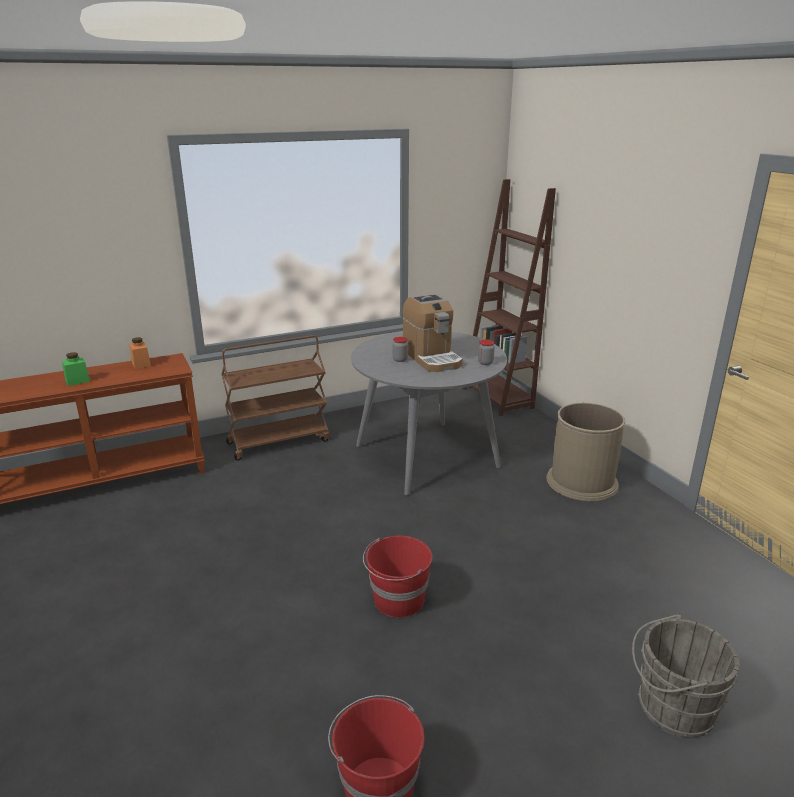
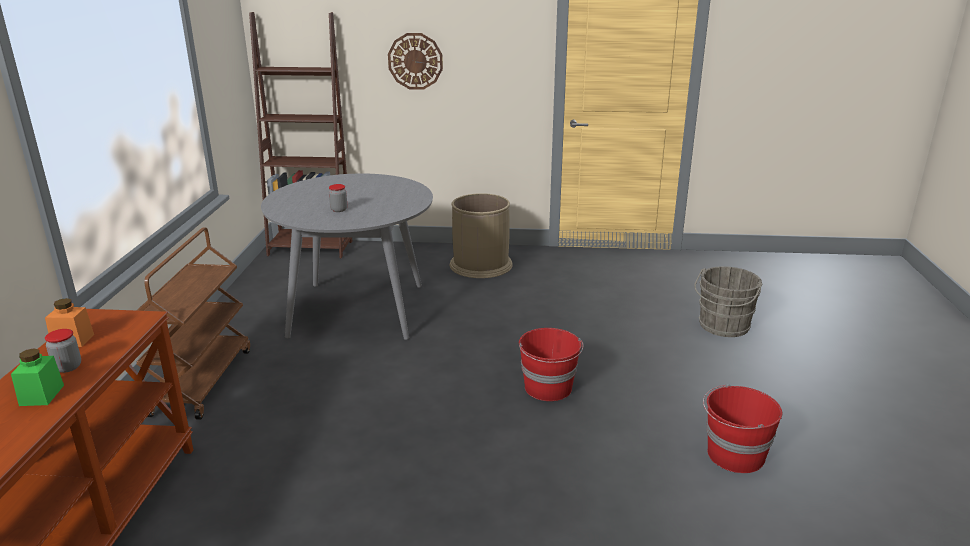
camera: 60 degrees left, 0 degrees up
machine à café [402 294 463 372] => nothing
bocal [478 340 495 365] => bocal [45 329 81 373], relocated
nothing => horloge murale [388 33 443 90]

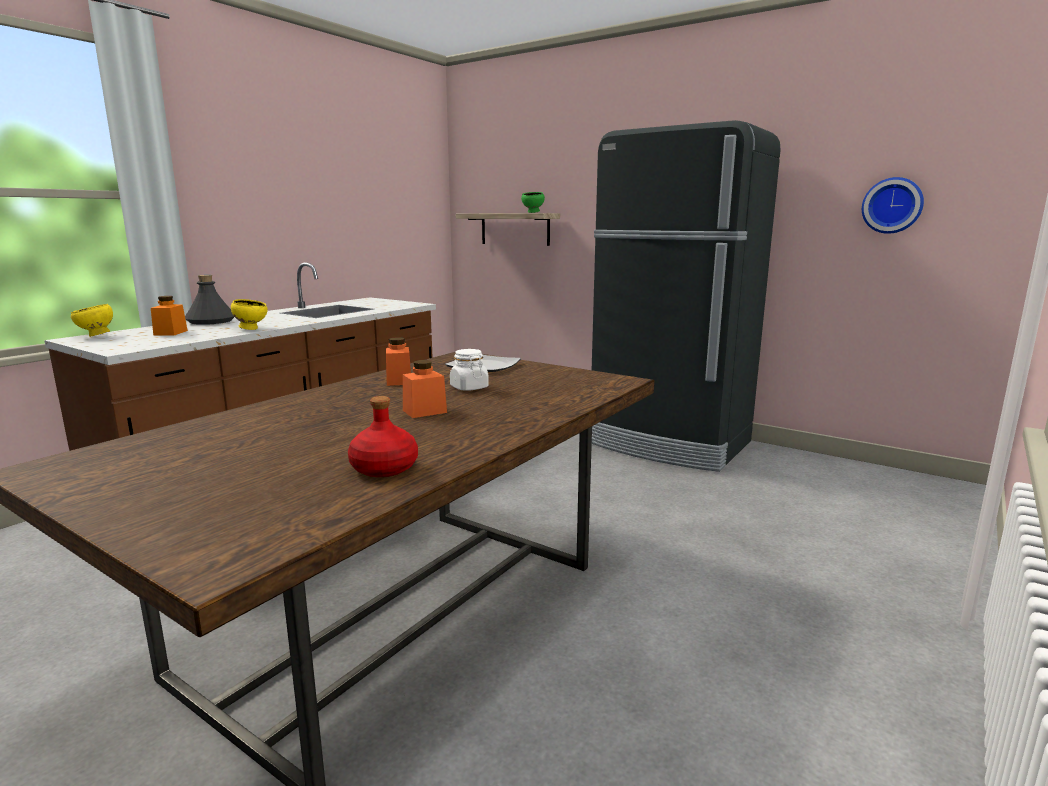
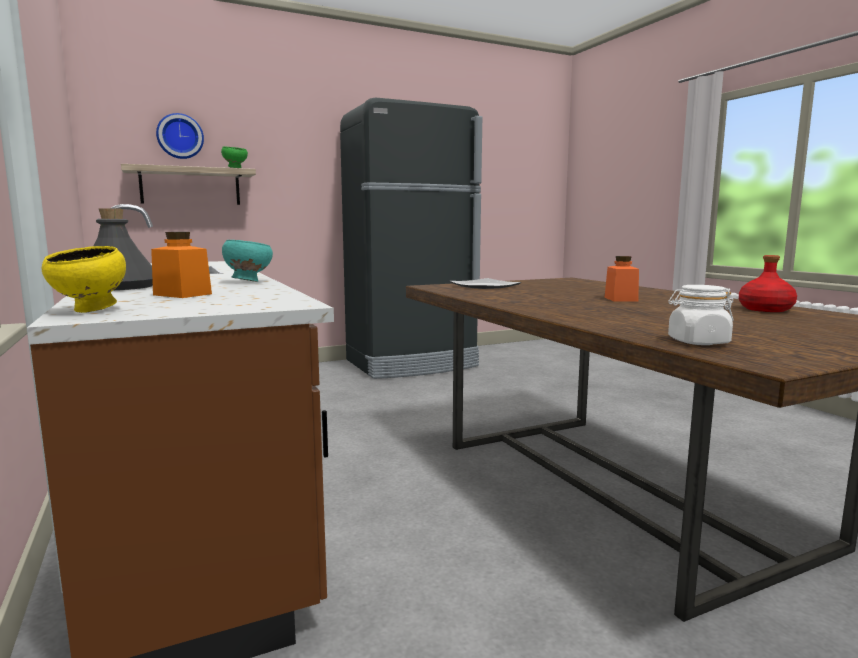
camera: 60 degrees left, 5 degrees down
horloge murale [862 177 924 234] => horloge murale [156 113 204 159], relocated
bol [jaune] [231 299 268 330] => bol [turquoise] [222 240 273 282]
bocal [orange] [386 337 411 386] => nothing
bocal [blanc] [450 349 489 390] => bocal [blanc] [668 285 734 345], relocated

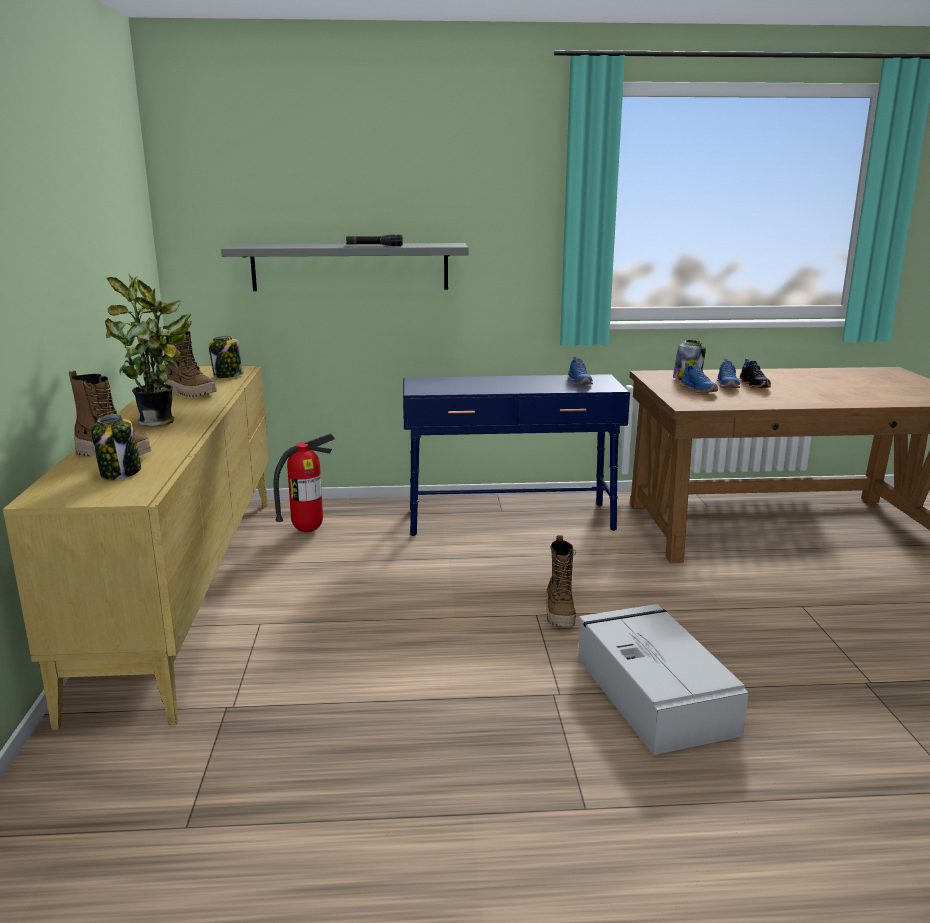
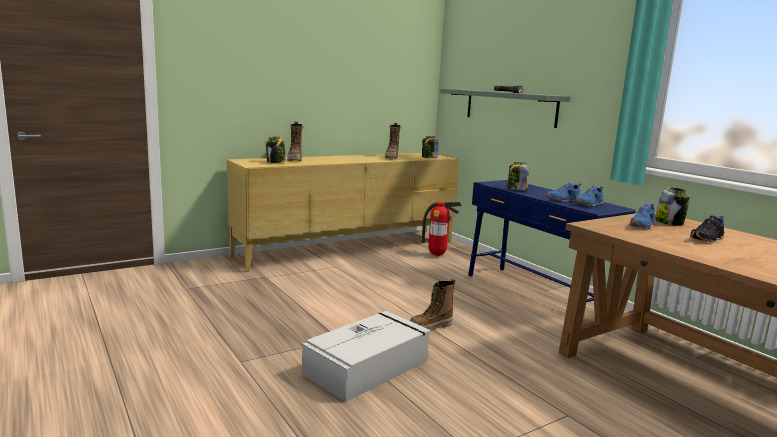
camera: 60 degrees right, 5 degrees down
plante en pot [105 273 192 427] => nothing
chaussure [bleu] [717 359 740 388] => chaussure [bleu] [547 182 581 202], relocated
nothing => bocal [507 162 529 190]

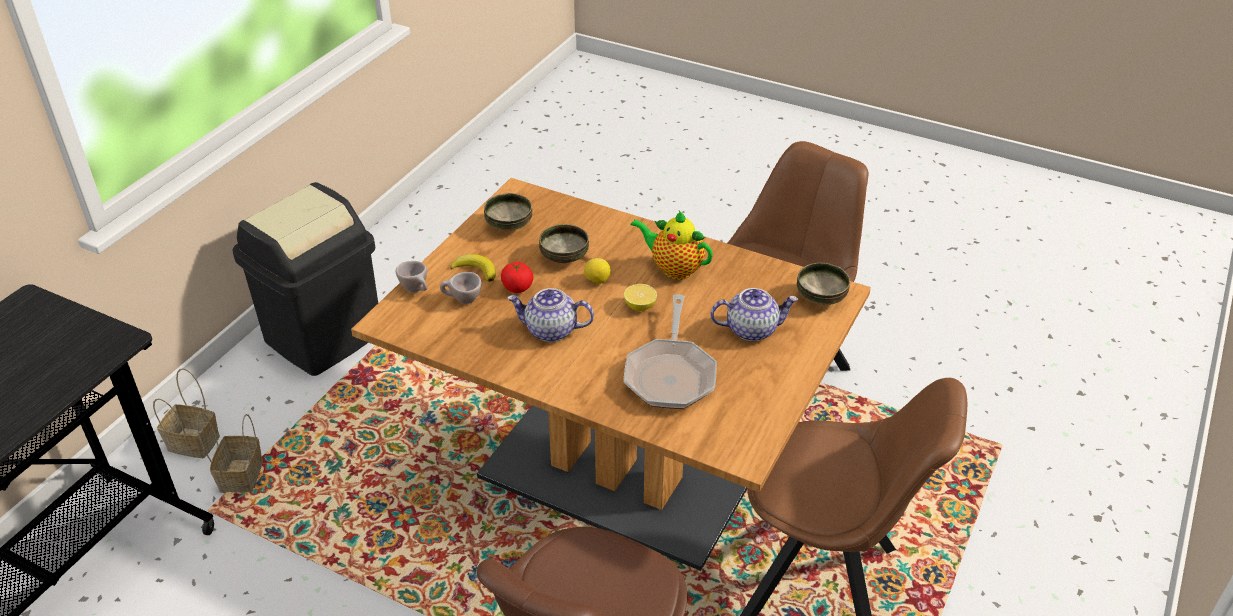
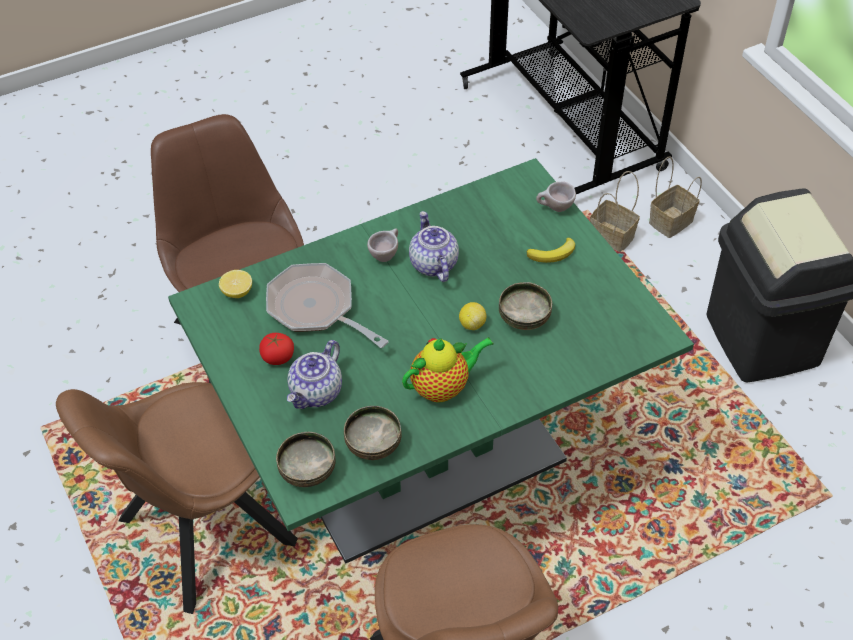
camera: 125 degrees right, 10 degrees up
table à manger [marron] [351 178 871 571] => table à manger [vert] [168 158 694 563]
bol [484 193 532 231] => bol [344 406 402 460], relocated
tomate [501 262 533 293] => tomate [259 333 294 365], relocated
tasse [beige] [440 272 481 304] => tasse [beige] [367 229 398 262], relocated
citron [624 284 657 311] => citron [219 270 252 298], relocated
théière [507 288 594 342] => théière [409 211 459 282], 60 degrees counterclockwise

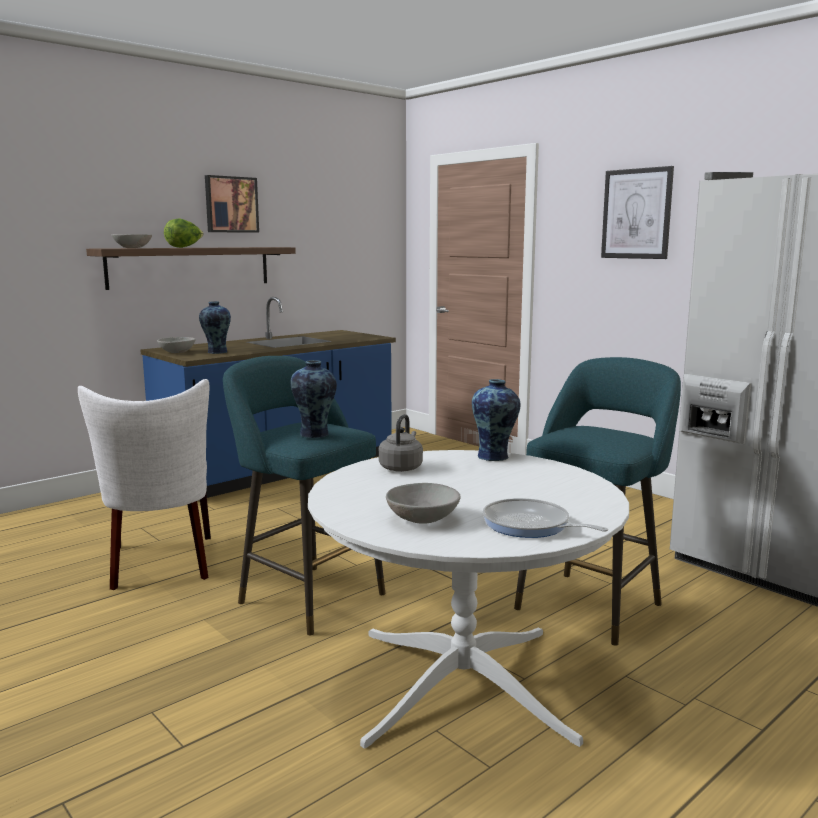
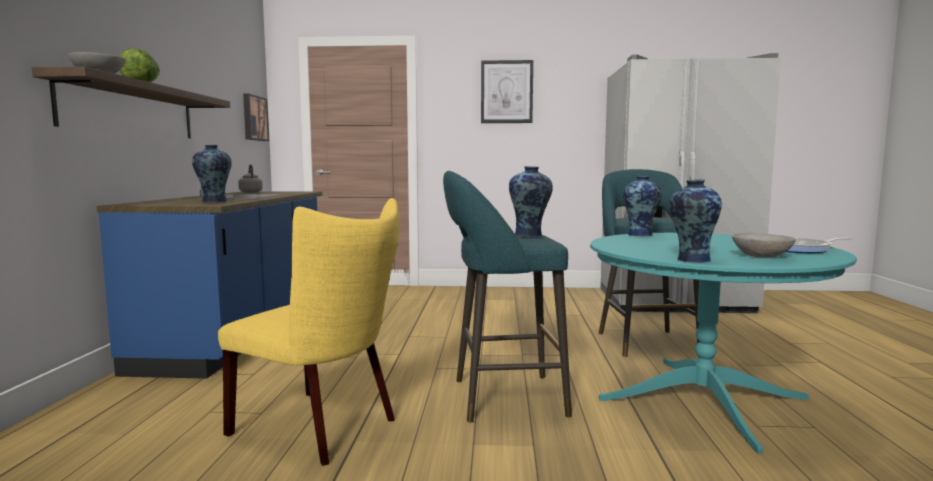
camera: 45 degrees left, 5 degrees down
tableau [205 175 259 233] => tableau [243 94 269 141], relocated
bol [gris] [157 337 196 353] => nothing
chaise [blanc] [78 379 211 590] => chaise [jaune] [218 198 399 466]
bouilloire [gris] [379 414 423 472] => bouilloire [gris] [238 164 263 193], relocated
table à manger [blanc] [308 450 629 749] => table à manger [turquoise] [590 233 857 453]
nothing => vase [669 179 722 263]

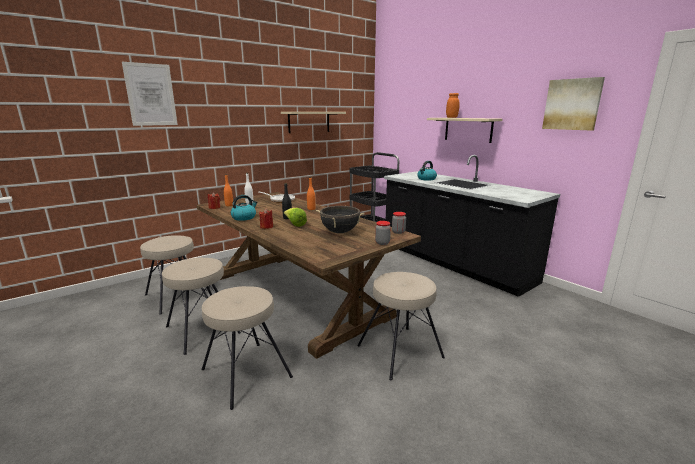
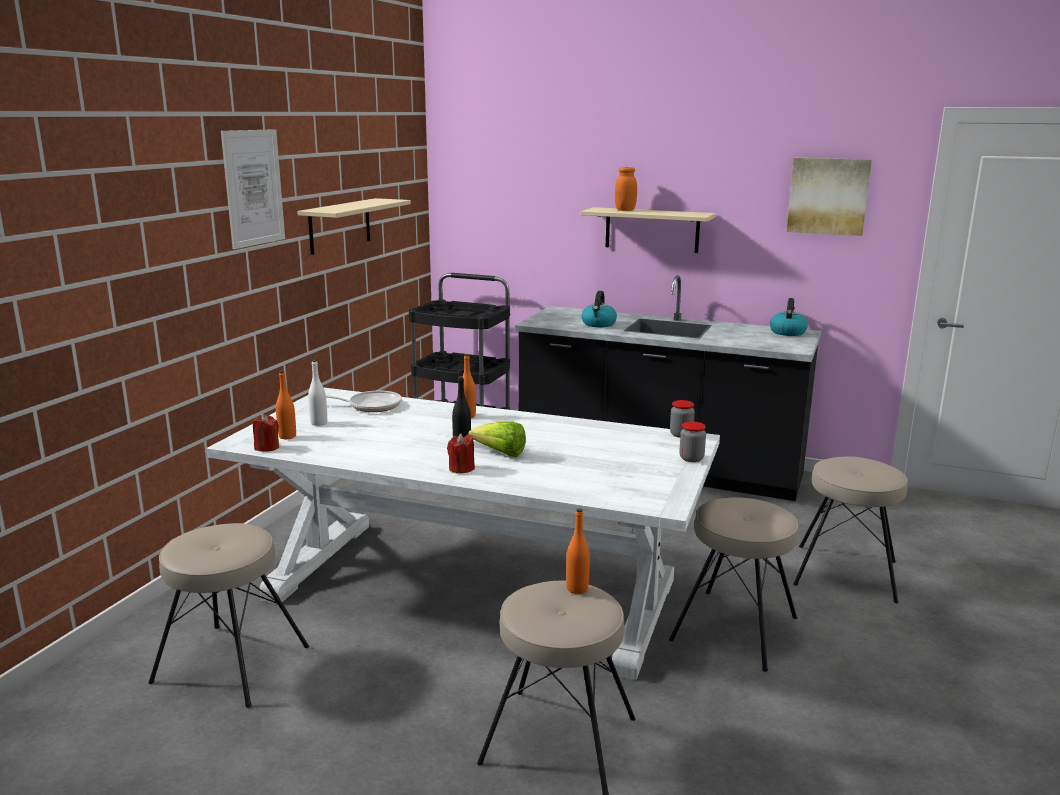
camera: 30 degrees left, 0 degrees up
tableau [122 62 178 126] => tableau [221 129 285 249], relocated
table à manger [marron] [197 192 421 359] => table à manger [blanc] [207 387 720 680]
bouilloire [231 195 258 221] => bouilloire [770 298 808 336], relocated
marmite [noir] [316 206 365 233] => nothing
tabouret [beige] [162 258 241 355] => tabouret [beige] [793 457 908 603], relocated
nothing => bouteille [orange] [566 508 590 594]

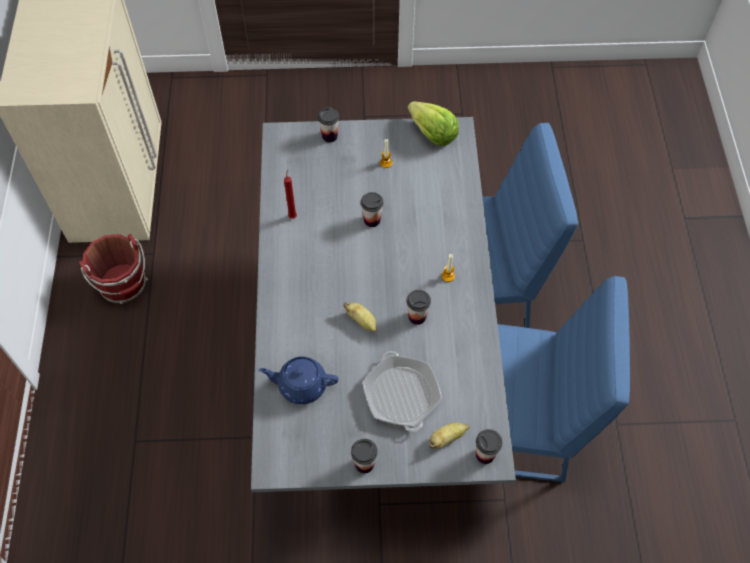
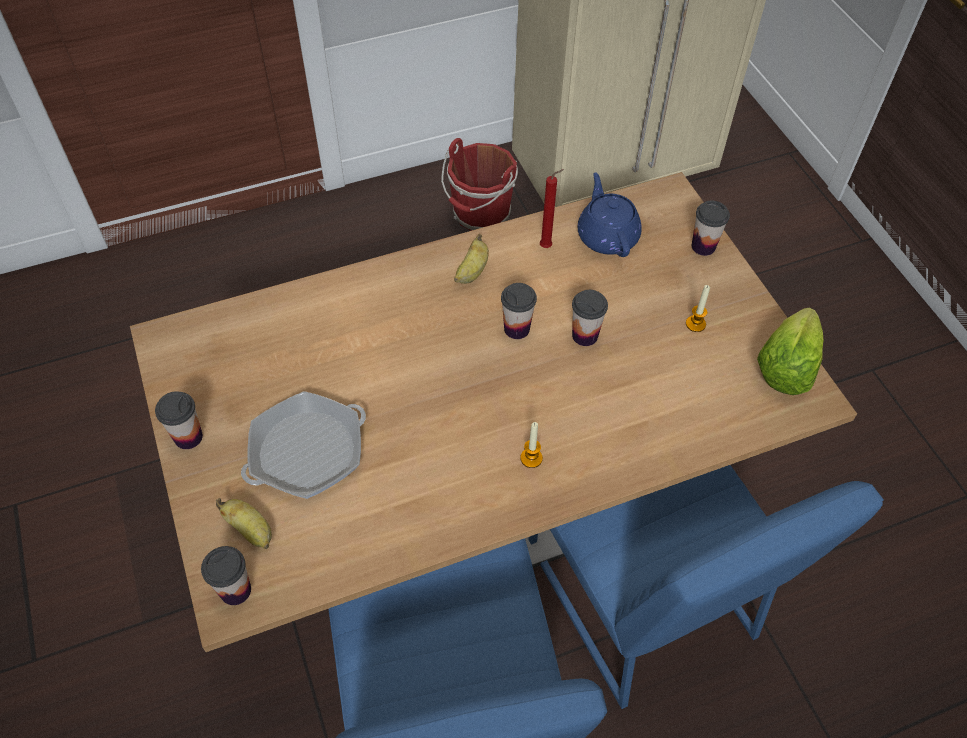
camera: 70 degrees right, 5 degrees down
table à manger [gris] [251 117 516 492] => table à manger [marron] [130 172 857 652]
tasse [407 290 431 325] => tasse [501 283 537 339], relocated
banane [344 302 377 332] => banane [454 234 489 284], relocated
théière [bleu] [259 357 338 404] => théière [bleu] [577 172 642 257], relocated

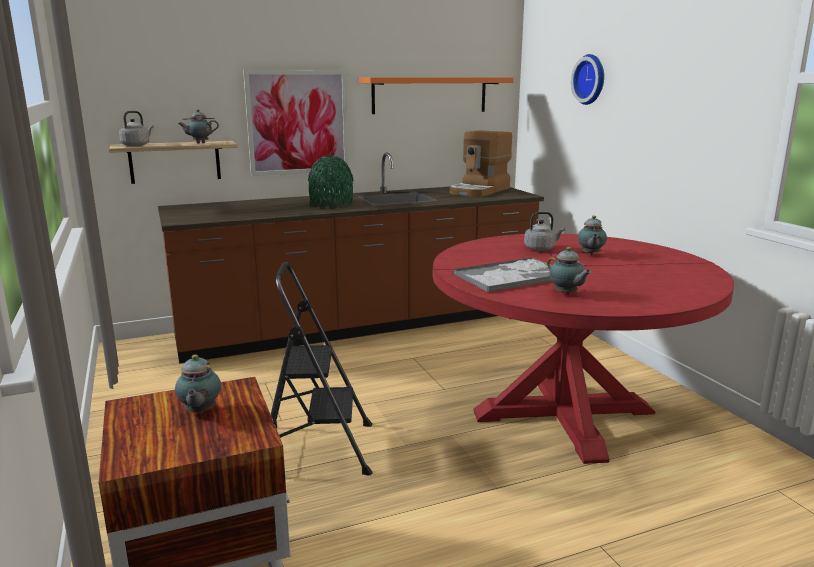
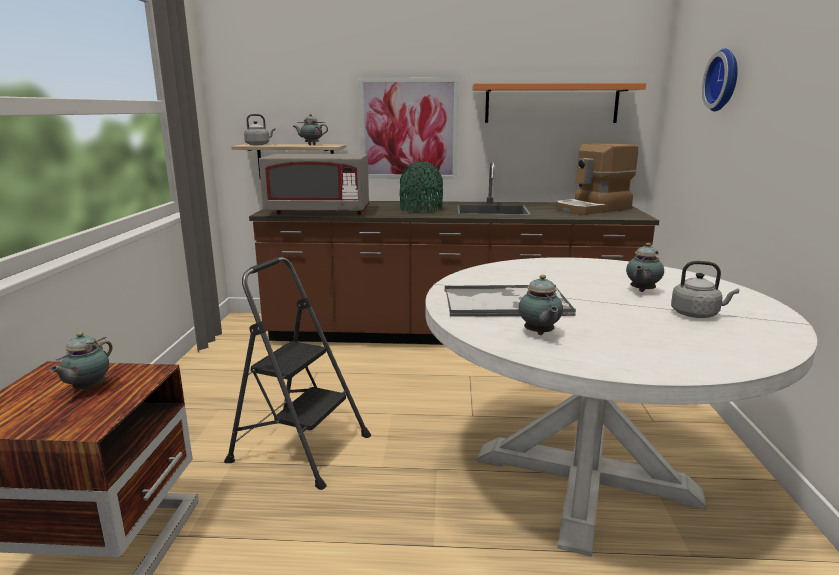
camera: 25 degrees right, 0 degrees up
bouilloire [gris] [524 212 565 251] => bouilloire [gris] [671 261 739 318], relocated
table à manger [rouge] [433 233 734 464] => table à manger [blanc] [426 257 817 557]
nothing => micro-ondes [gris] [259 154 369 215]

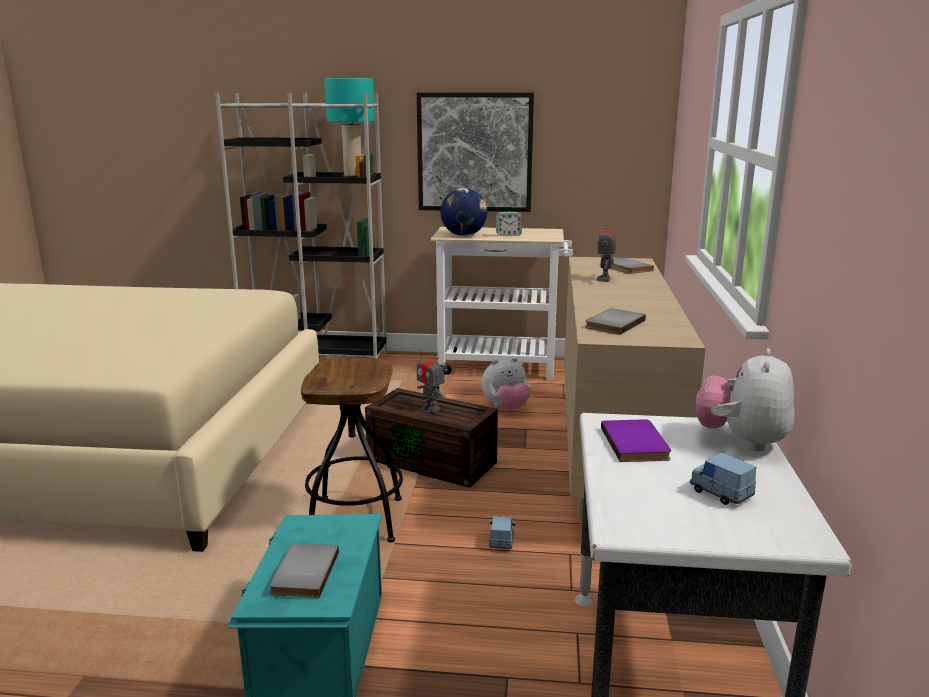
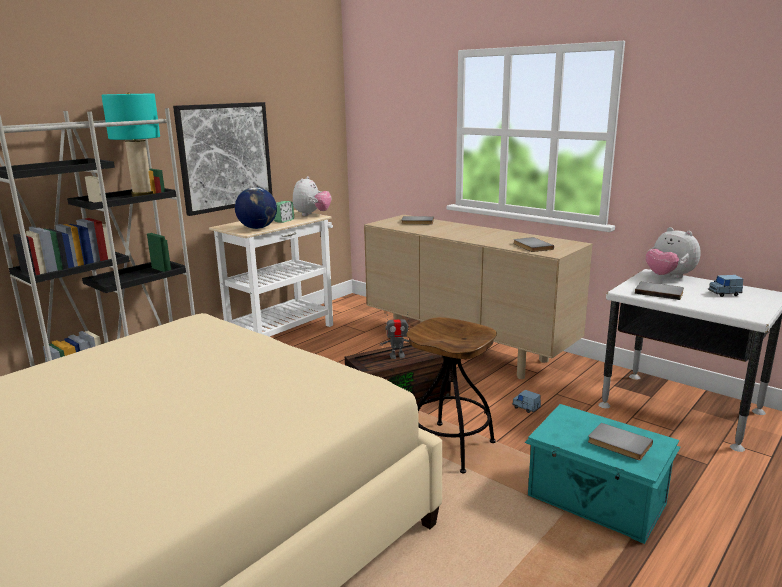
camera: 55 degrees left, 0 degrees up
robot jouet [597 219 616 282] => nothing
peluche [482 358 531 409] => peluche [293 176 331 216], relocated
livre [violet] [601 419 671 462] => livre [gris] [635 282 684 300]

